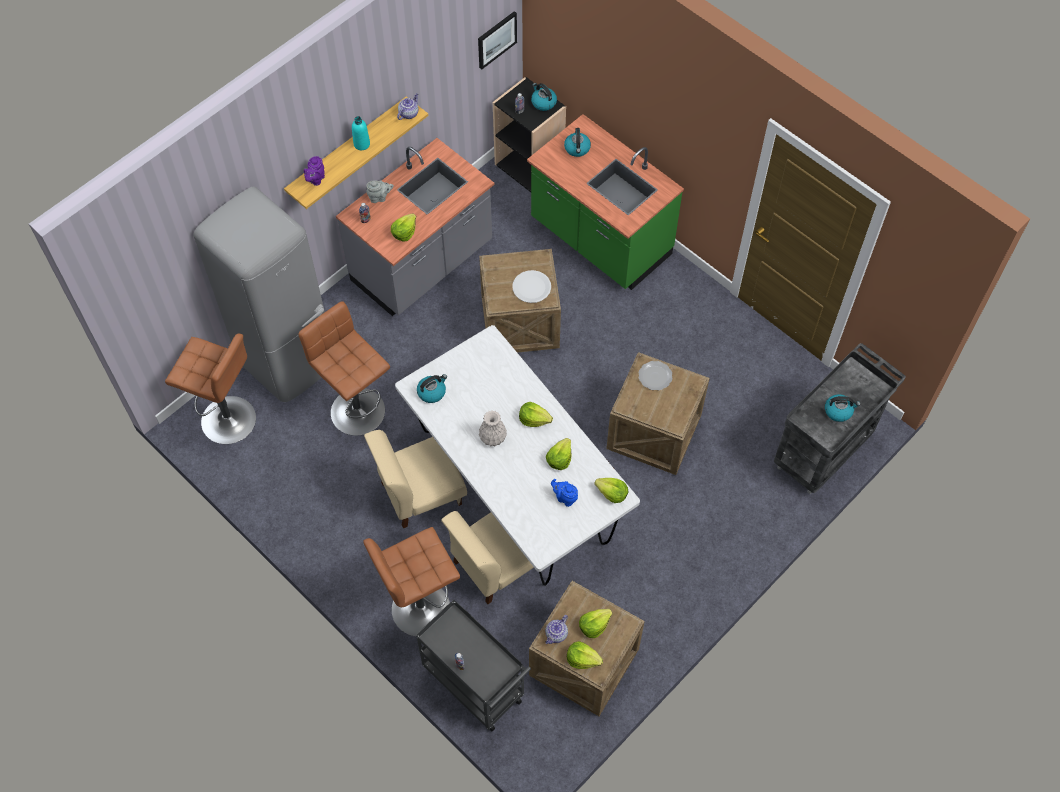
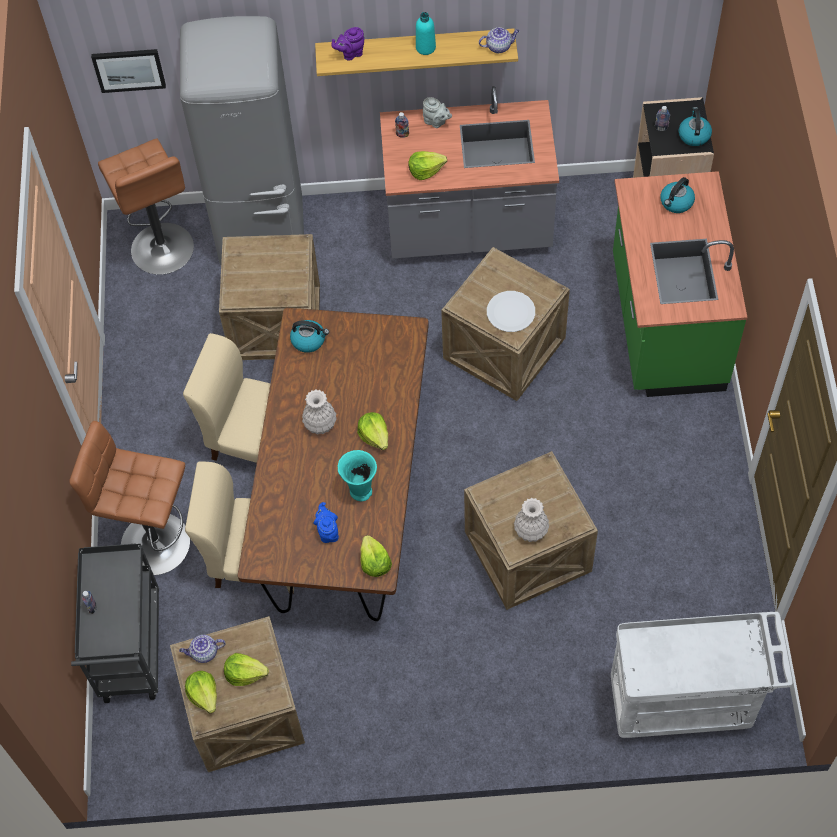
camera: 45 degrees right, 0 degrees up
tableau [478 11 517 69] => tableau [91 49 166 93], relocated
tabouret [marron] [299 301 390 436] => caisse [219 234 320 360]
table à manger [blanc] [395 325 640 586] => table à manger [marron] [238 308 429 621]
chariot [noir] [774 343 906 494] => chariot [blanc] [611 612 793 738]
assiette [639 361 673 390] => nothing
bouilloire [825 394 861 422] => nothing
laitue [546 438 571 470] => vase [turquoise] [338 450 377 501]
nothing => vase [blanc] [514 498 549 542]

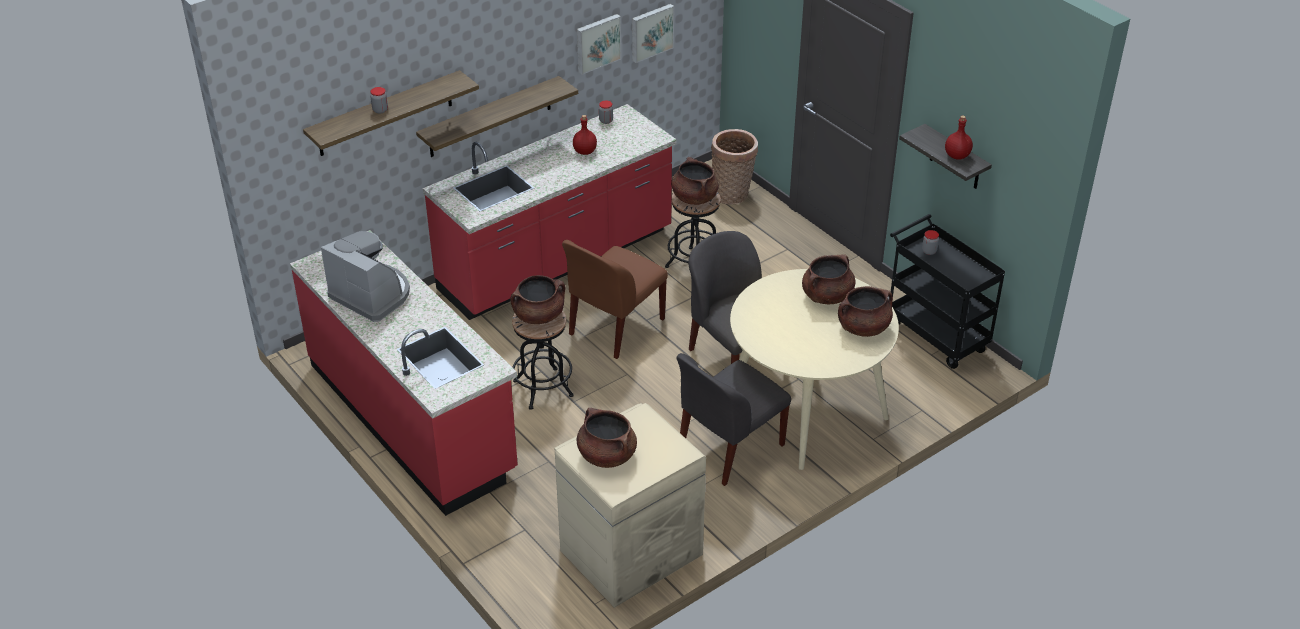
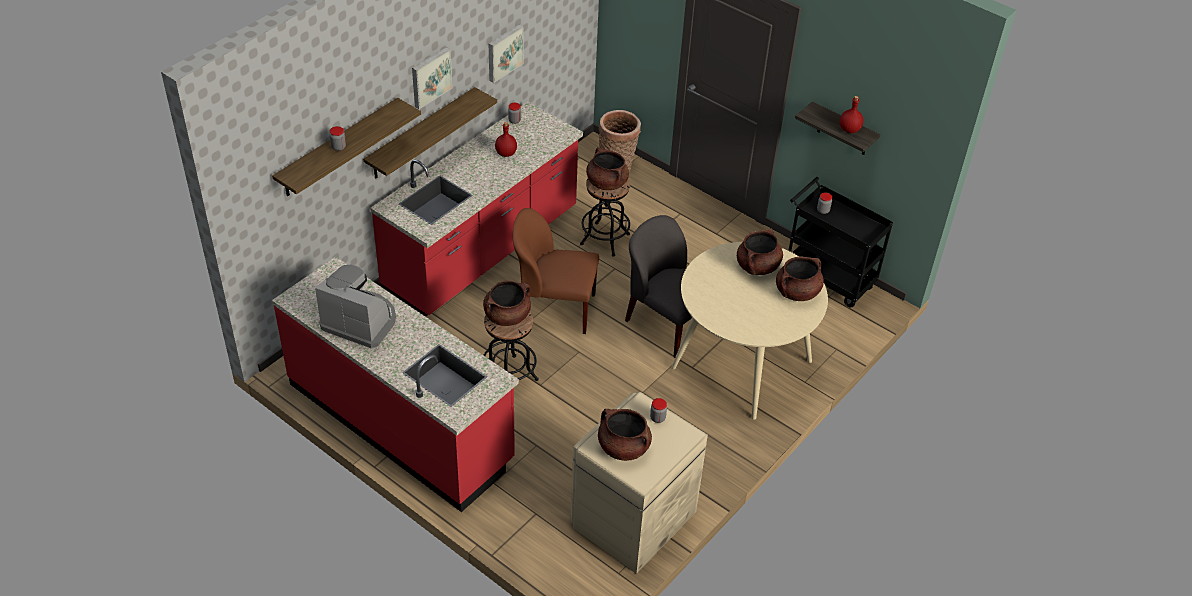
camera: 15 degrees left, 5 degrees up
tableau [632 4 674 63] => tableau [412 47 452 109], relocated
chaise [marron] [562 240 668 359] => chaise [marron] [513 208 599 334], 75 degrees clockwise
chaise [gris] [677 353 791 486] => nothing
nothing => bocal [650 398 667 423]

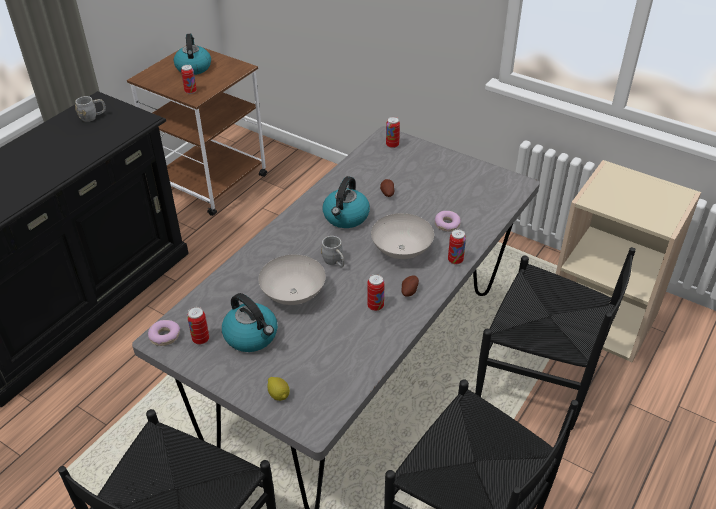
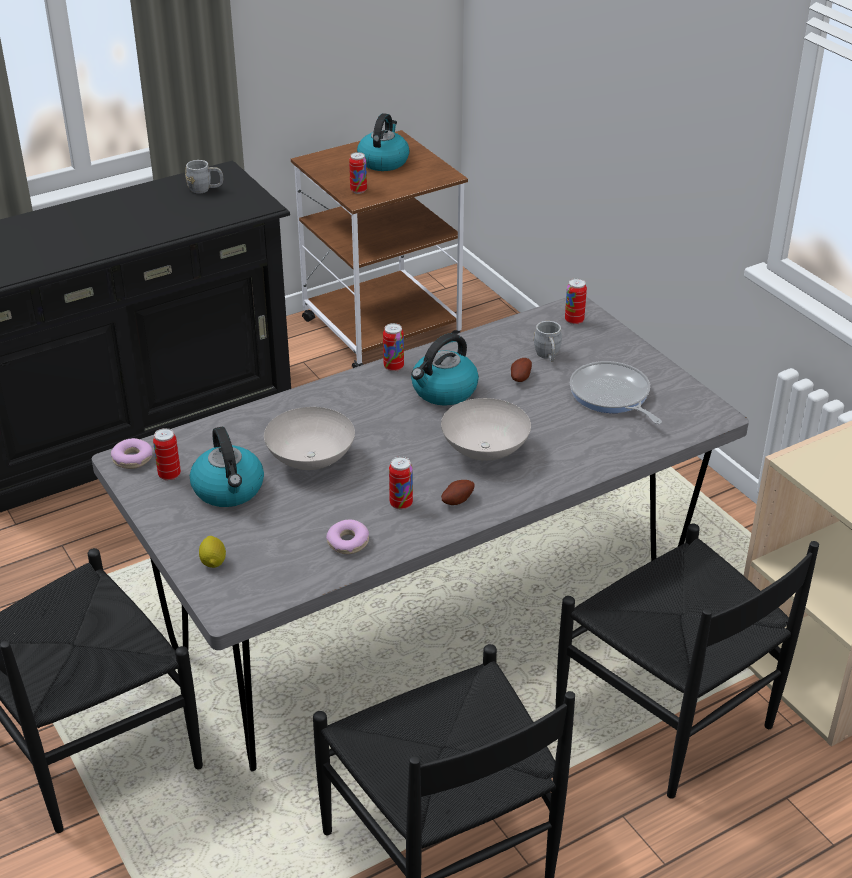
camera: 25 degrees right, 5 degrees down
beignet [435 211 461 232] => beignet [326 519 369 554], relocated
boîte métallique [448 229 466 265] => boîte métallique [383 323 404 372], relocated
mug [gris] [321 236 344 268] => mug [gris] [534 321 562 362], relocated
nothing => poêle [570 361 662 424]

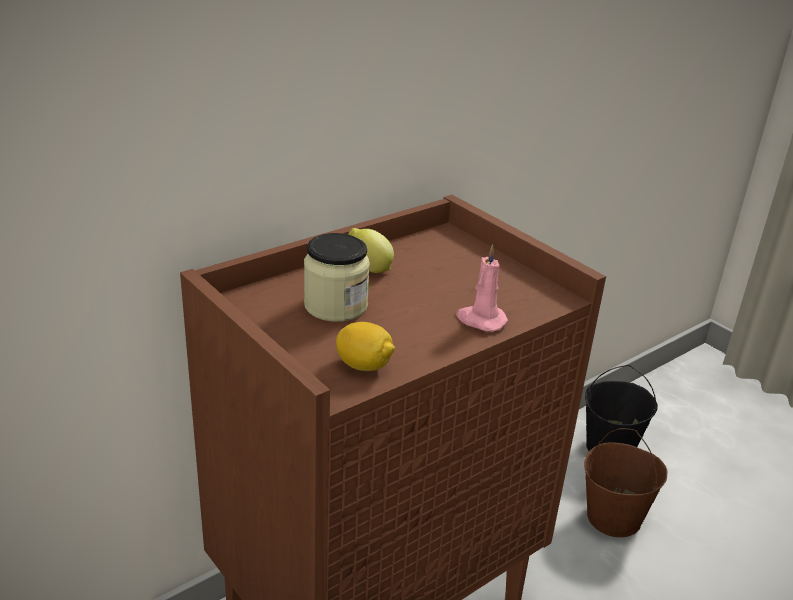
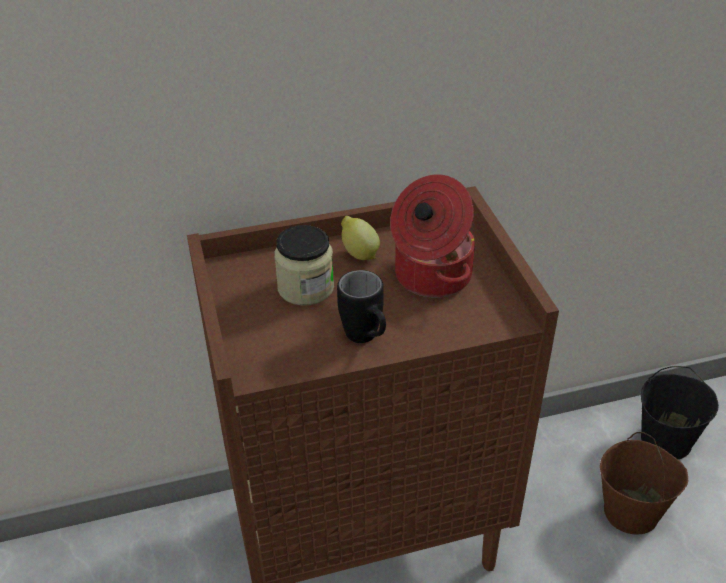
camera: 25 degrees right, 10 degrees up
bougie [rose] [456 244 508 331] => nothing
citron [336 322 395 371] => nothing
nothing => marmite [390 174 475 298]
nothing => mug [noir] [337 270 386 343]

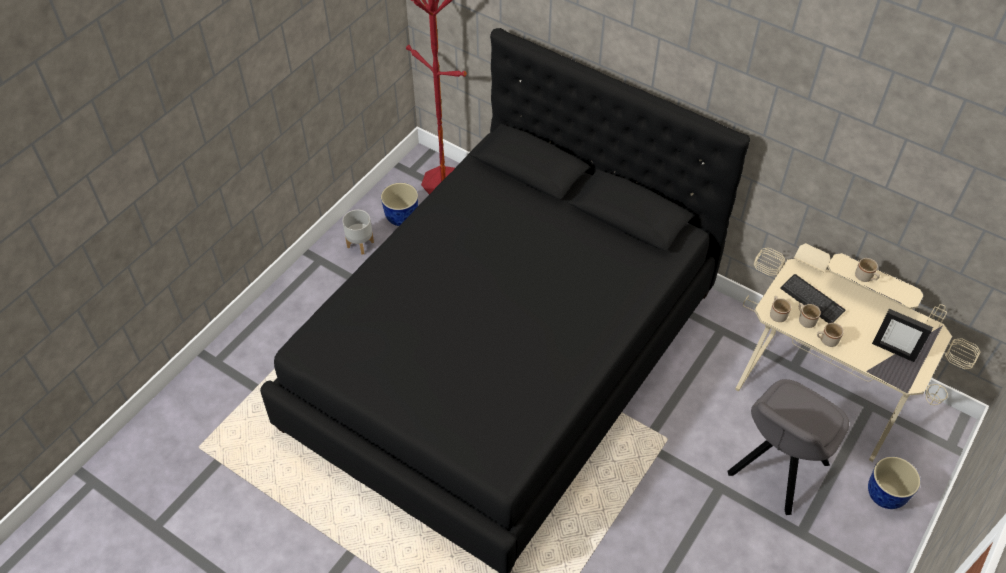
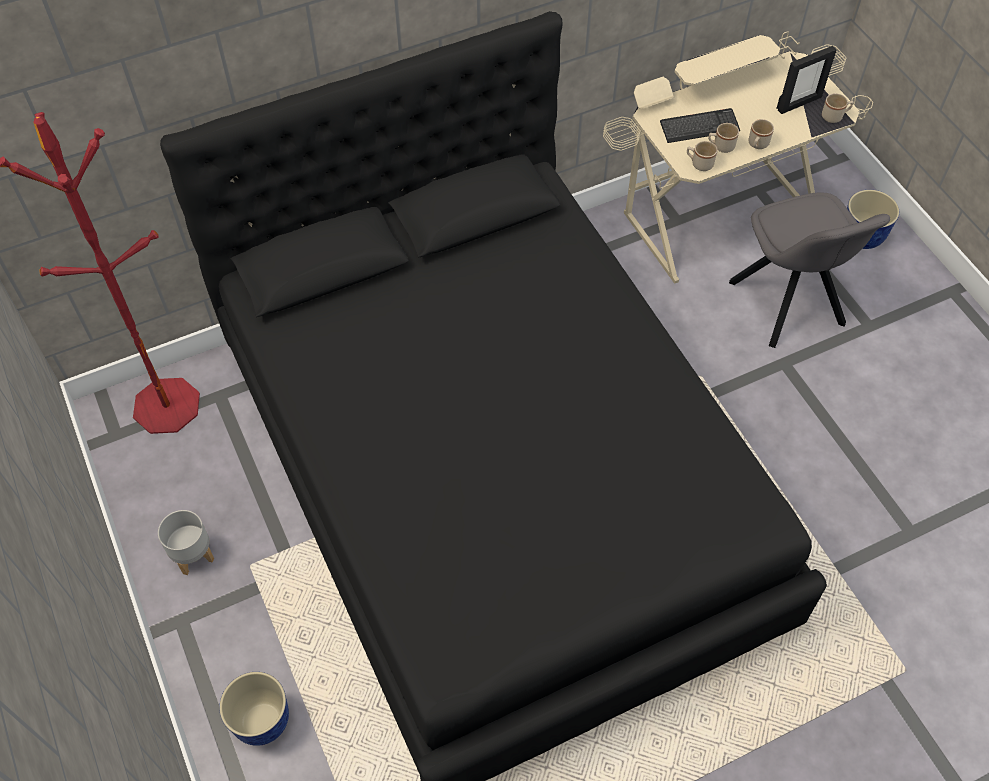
camera: 60 degrees left, 5 degrees up
cache-pot [381 183 418 226] => cache-pot [219 672 289 746], relocated
mug [beige] [855 258 880 282] => mug [beige] [822 93 853 123], relocated

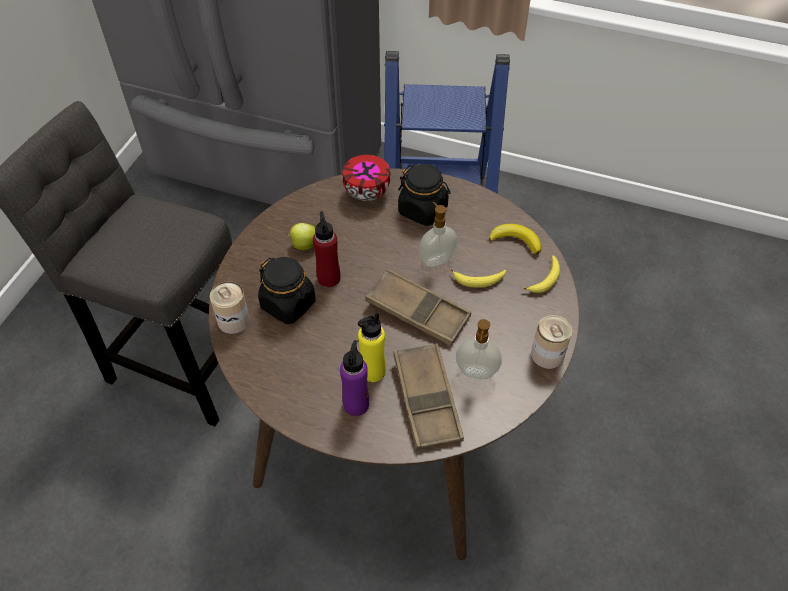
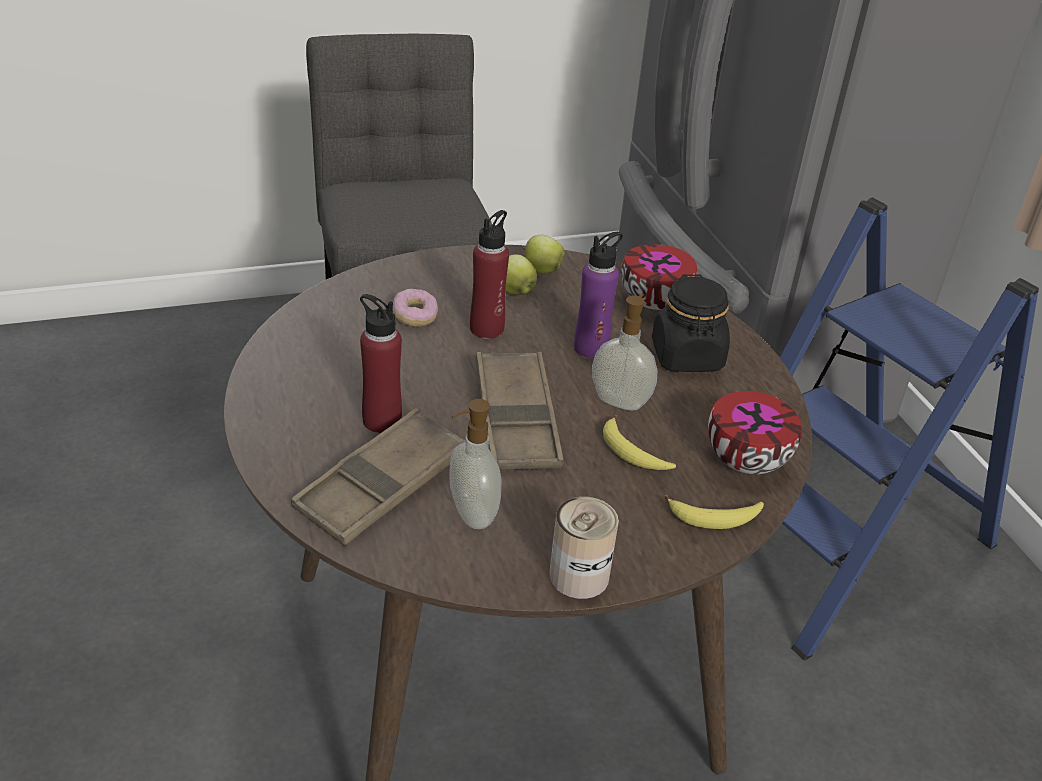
camera: 50 degrees right, 15 degrees down
banane [489 224 541 254] => bol [708 391 802 474]
bocal [noir] [258 257 316 324] => beignet [393 289 438 327]
boîte métallique [210 281 250 334] => nothing
bouteille [jaune] [358 312 386 382] => bouteille [rouge] [360 294 402 433]
bouteille [violet] [340 340 369 416] => bouteille [violet] [574 232 623 359], relocated
nothing => pomme [523 235 565 274]

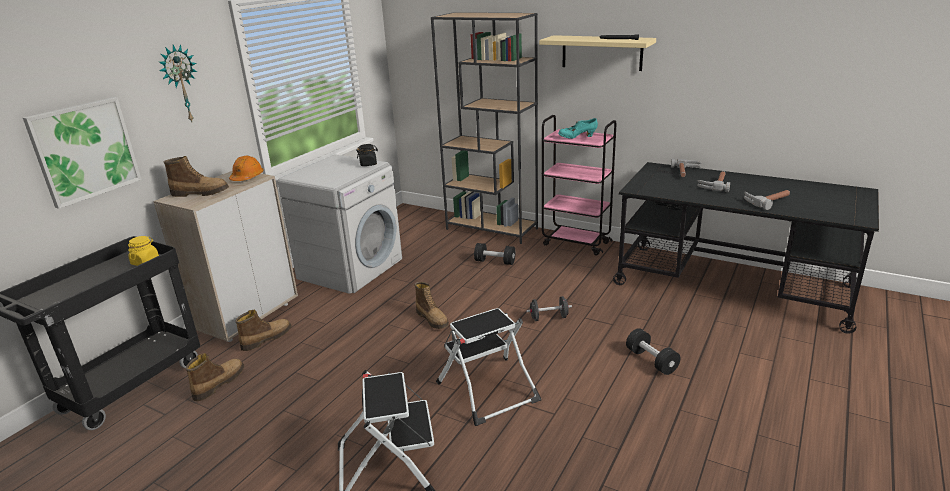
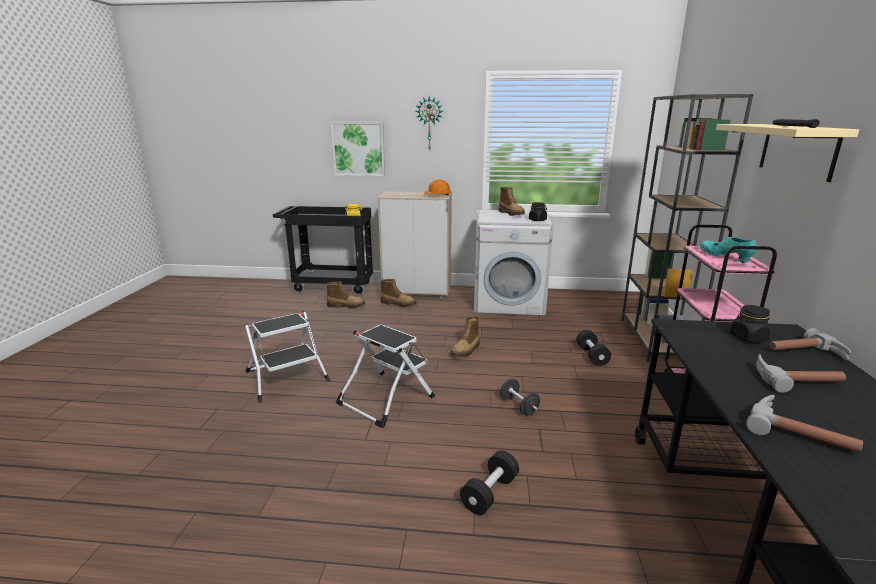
camera: 65 degrees right, 5 degrees down
botte [164 156 229 197] => botte [498 187 525 216], relocated
nothing => bocal [noir] [730 305 771 343]

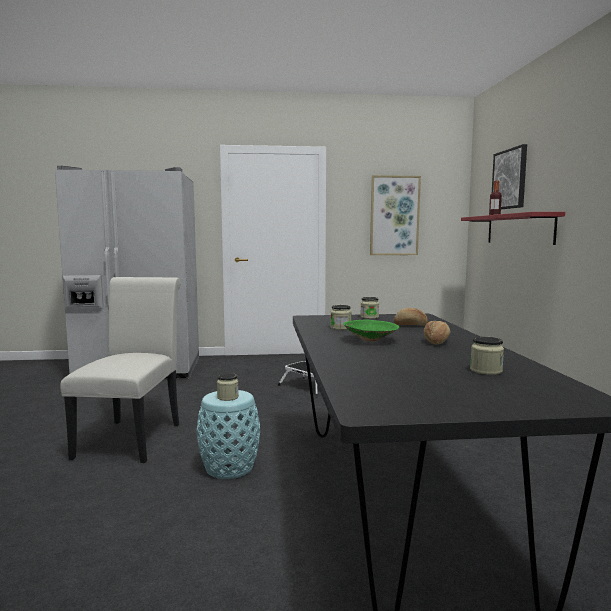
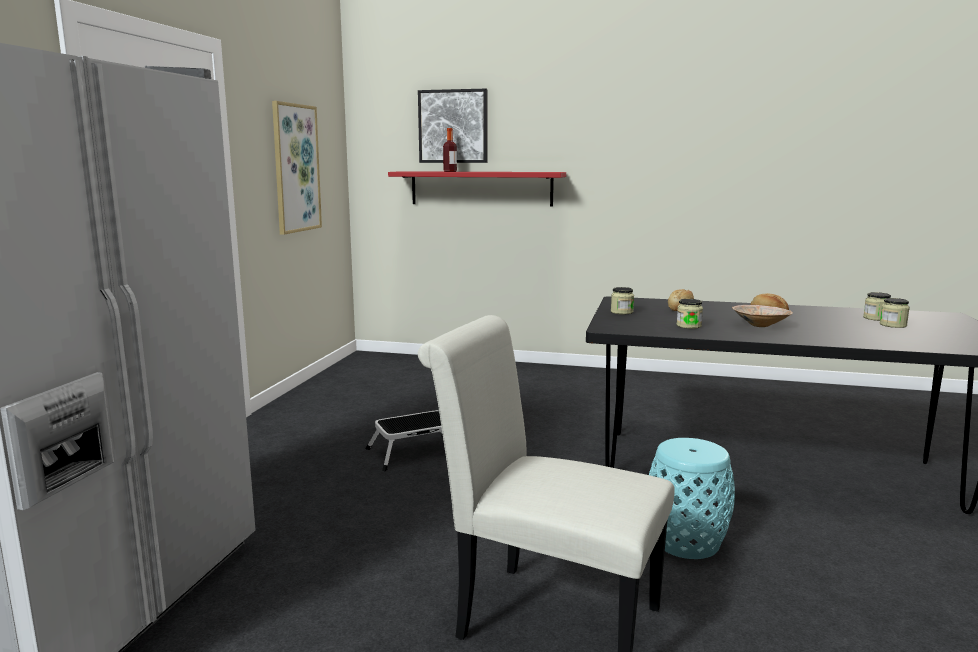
camera: 70 degrees left, 5 degrees up
bol [vert] [343 320 399 342] => bol [beige] [732 305 793 327]
bocal [217 373 239 401] => bocal [880 298 910 328], relocated

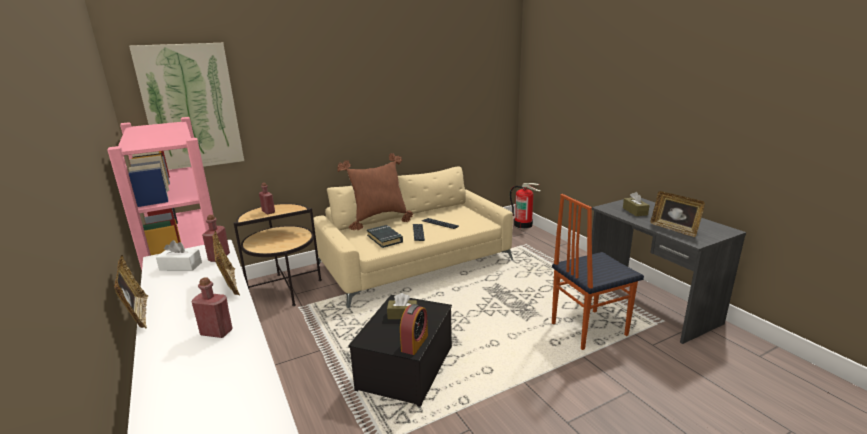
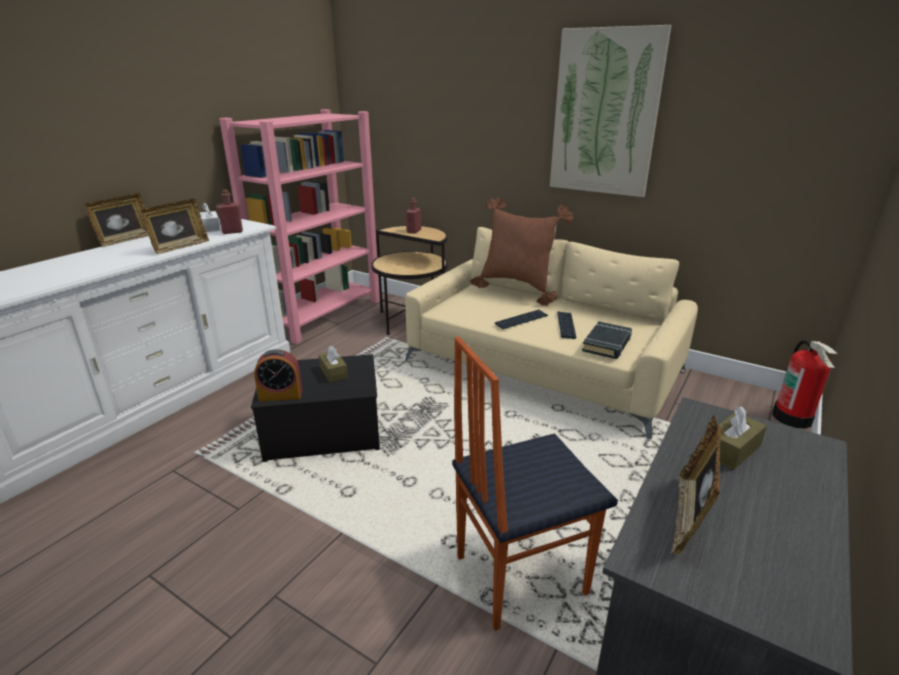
camera: 60 degrees right, 5 degrees up
tableau [129 43 244 170] => tableau [550 25 672 197], relocated
chaise [552 194 644 350] => chaise [452 336 618 631], 60 degrees counterclockwise
livre [noir] [367 225 403 248] => livre [noir] [582 321 632 359], relocated
bouteille [rouge] [191 277 232 338] => nothing

